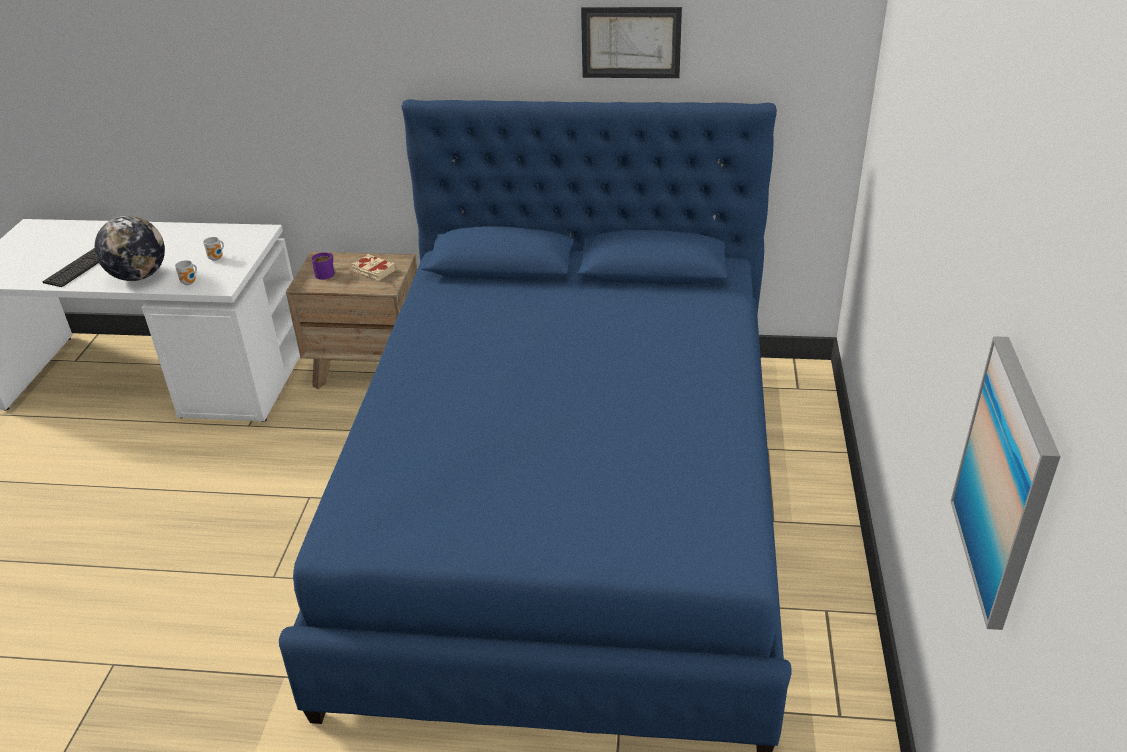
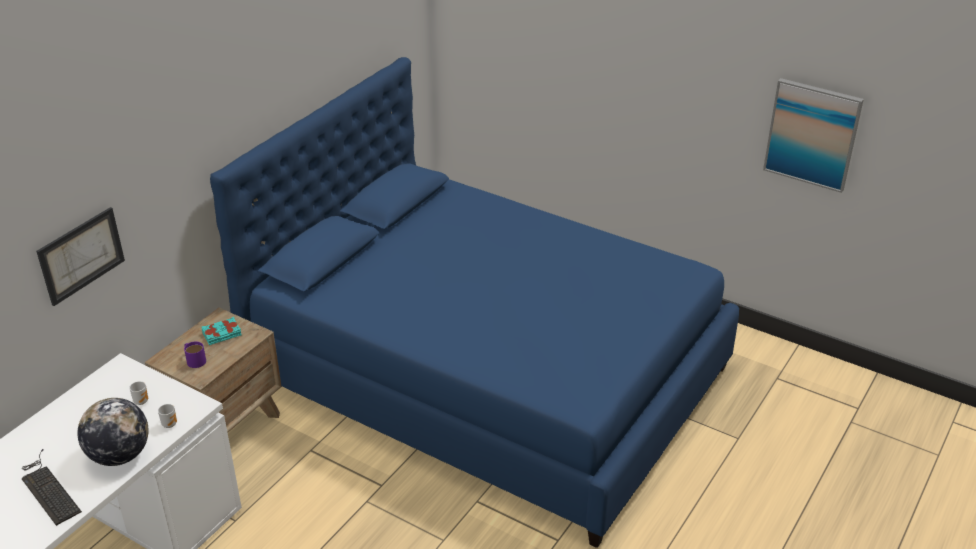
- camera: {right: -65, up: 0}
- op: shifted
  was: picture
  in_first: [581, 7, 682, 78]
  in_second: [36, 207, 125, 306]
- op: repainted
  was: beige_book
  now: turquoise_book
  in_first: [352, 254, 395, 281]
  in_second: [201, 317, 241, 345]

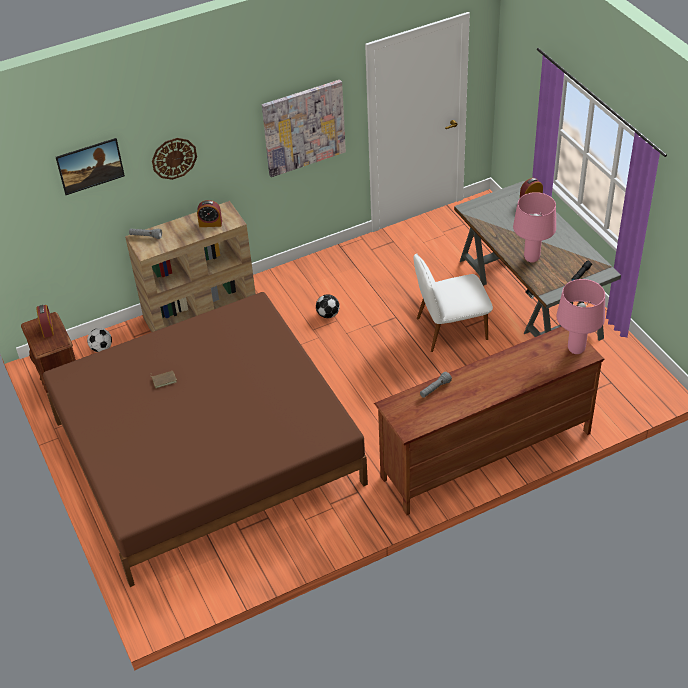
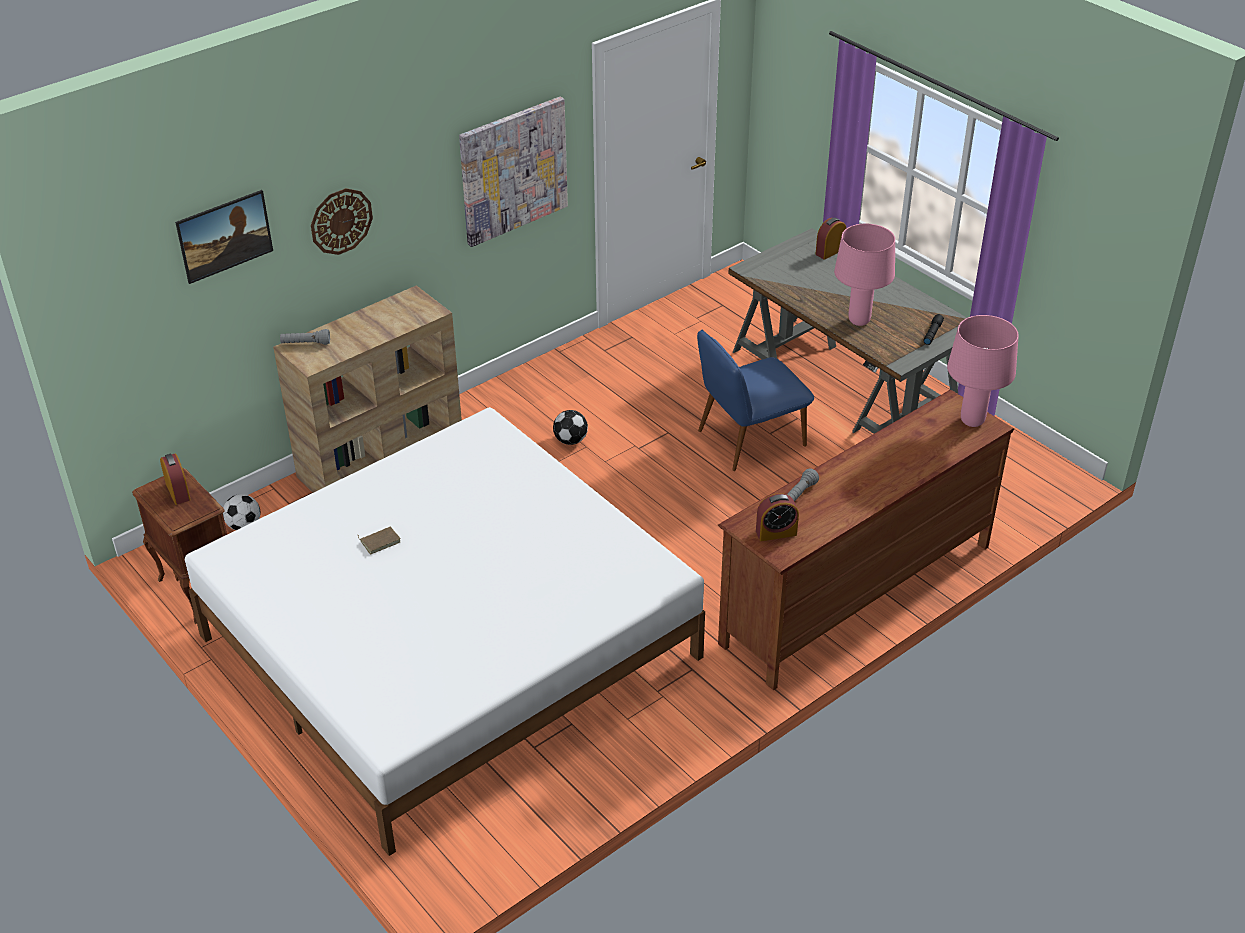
- camera: {right: -15, up: -5}
- op: shifted
  was: alarm_clock
  in_first: [197, 200, 222, 227]
  in_second: [756, 493, 799, 541]
- op: repainted
  was: white_chair
  now: blue_chair
  in_first: [413, 253, 493, 352]
  in_second: [697, 330, 814, 471]
- op: repainted
  was: brown_bed
  now: white_bed
  in_first: [43, 292, 368, 587]
  in_second: [185, 407, 705, 856]

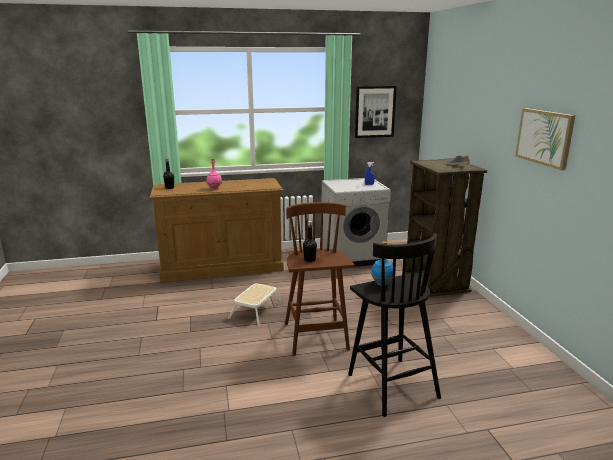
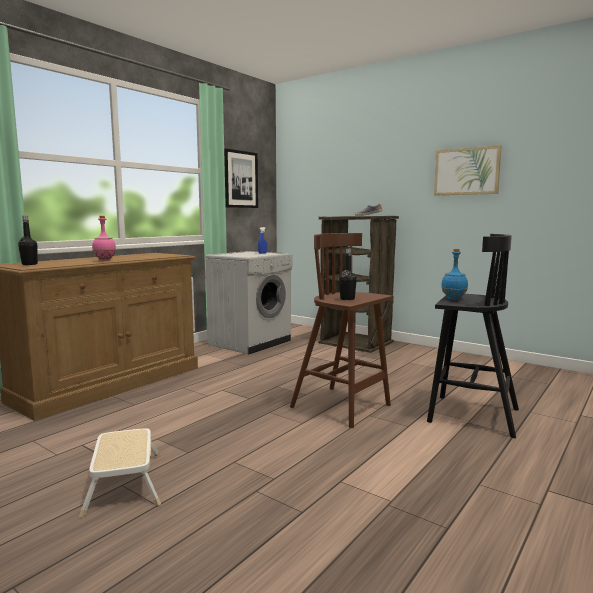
- camera: {right: -40, up: -10}
- op: shifted
  was: beige_step_ladder
  in_first: [228, 283, 283, 326]
  in_second: [79, 428, 161, 518]

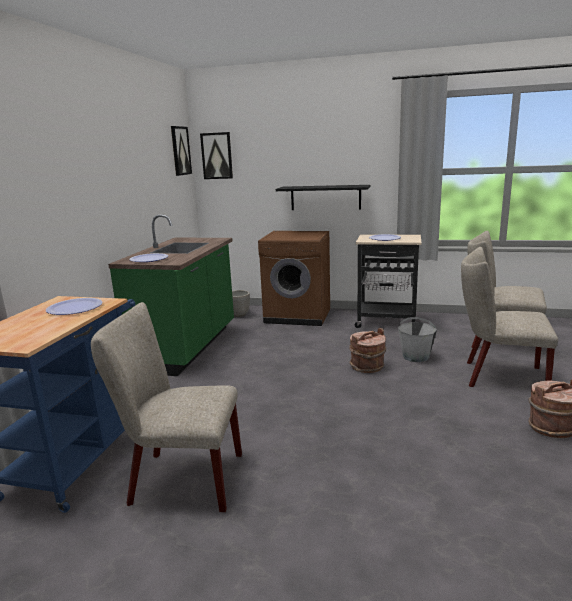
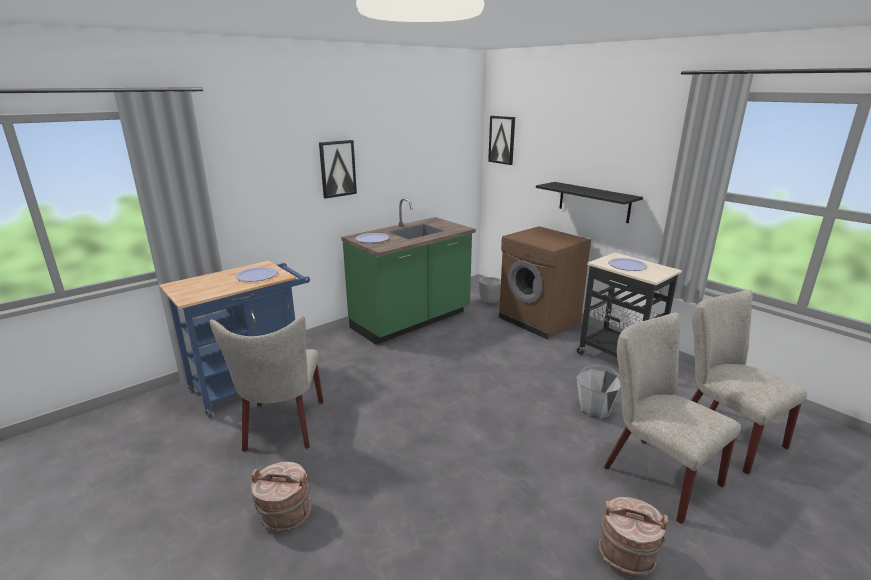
- camera: {right: 35, up: 5}
- op: shifted
  was: picture
  in_first: [171, 126, 192, 176]
  in_second: [319, 140, 357, 199]
- op: rotated
  was: beige_chair
  in_first: [91, 302, 242, 512]
  in_second: [210, 316, 323, 452]
  clockwise: -135
- op: shifted
  was: brown_bucket
  in_first: [349, 328, 386, 373]
  in_second: [251, 461, 311, 532]

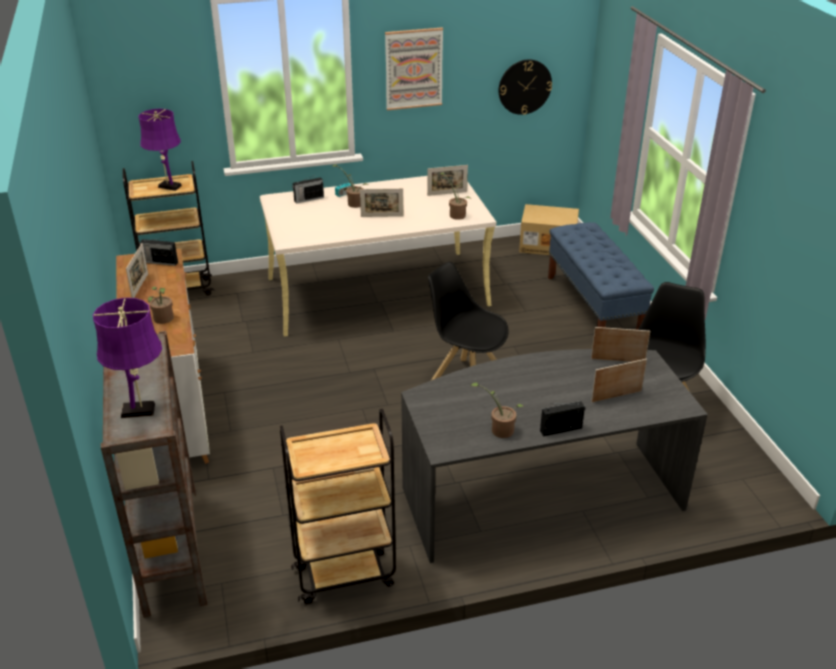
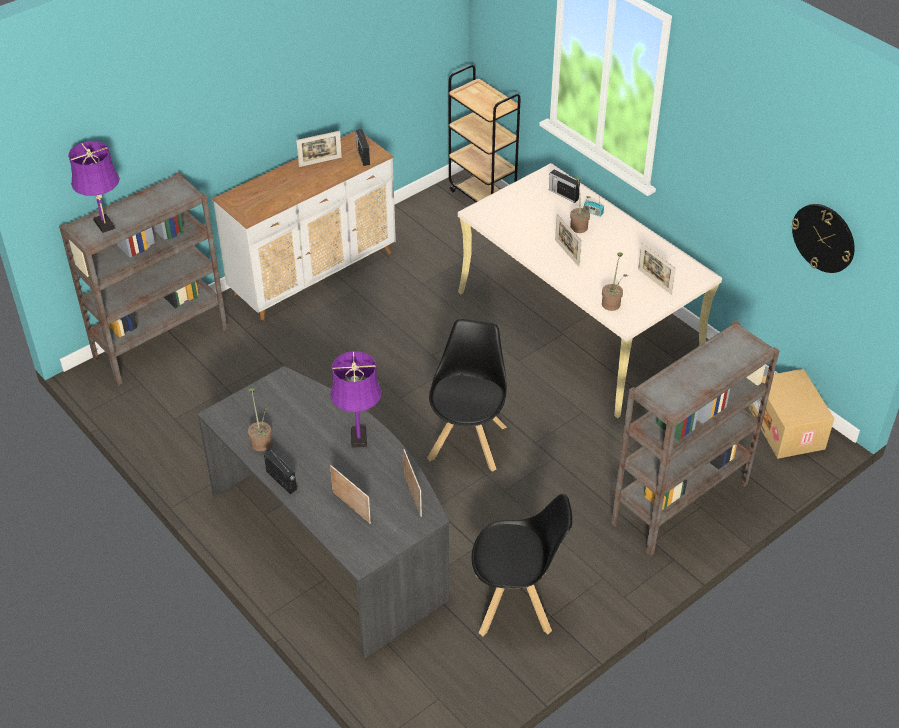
- camera: {right: 65, up: 10}
- op: gone
  was: picture
  in_first: [385, 27, 443, 110]
- op: shifted
  was: purple_table_lamp
  in_first: [139, 109, 182, 191]
  in_second: [330, 351, 382, 448]
- op: swapped
  was: blue_bench
  now: grey_bookcase
  in_first: [548, 222, 654, 330]
  in_second: [611, 320, 780, 556]
- op: gone
  was: potted_plant
  in_first: [148, 287, 174, 324]
- op: gone
  was: brown_cart
  in_first: [280, 409, 396, 604]

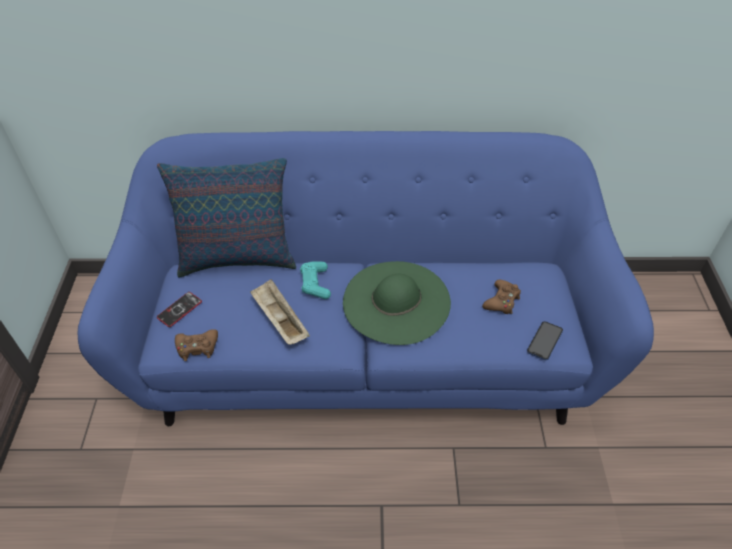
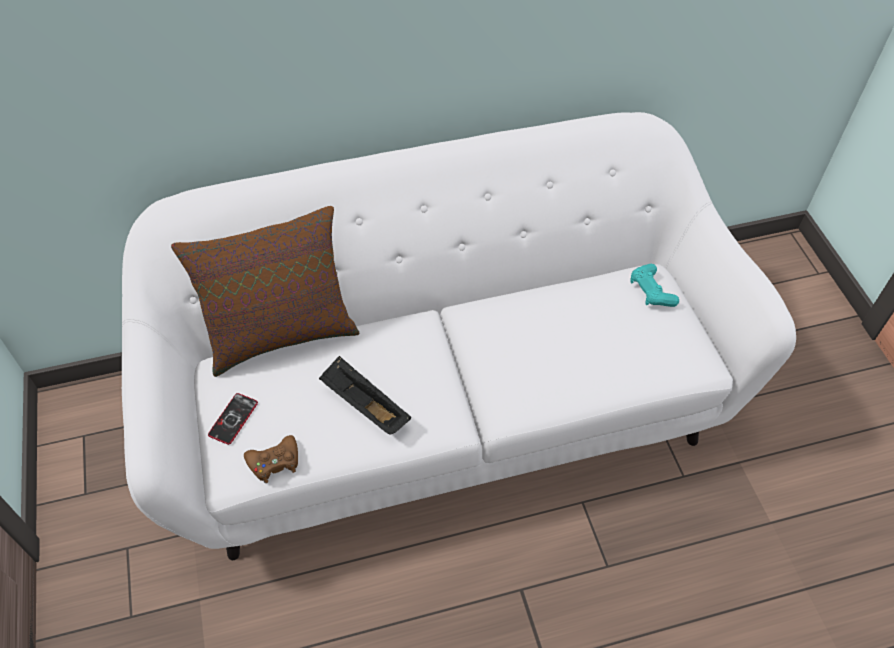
- camera: {right: -15, up: 5}
- op: repainted
  was: blue_sofa
  now: white_sofa
  in_first: [78, 131, 654, 426]
  in_second: [122, 112, 796, 560]
- op: repainted
  was: blue_pillow
  now: brown_pillow
  in_first: [157, 158, 296, 277]
  in_second: [171, 206, 359, 377]
- op: gone
  was: green_hat
  in_first: [343, 261, 451, 345]
- op: shifted
  was: turquoise_game_controller
  in_first: [300, 262, 331, 299]
  in_second: [631, 264, 679, 307]
- op: repainted
  was: beige_tray
  now: black_tray
  in_first: [250, 279, 310, 345]
  in_second: [319, 356, 411, 434]
- op: gone
  was: brown_game_controller
  in_first: [482, 280, 521, 314]
- op: gone
  was: phone
  in_first: [527, 321, 563, 360]

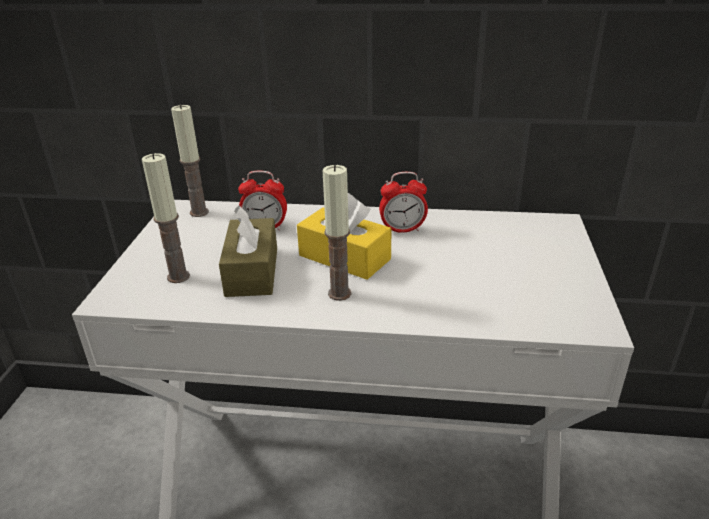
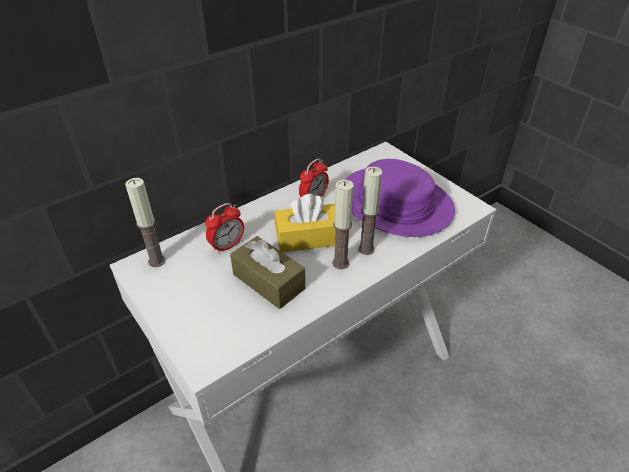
- camera: {right: -45, up: 10}
- op: shifted
  was: candle
  in_first: [142, 153, 190, 283]
  in_second: [358, 167, 382, 255]
- op: new
  now: purple_hat
  in_second: [344, 159, 455, 237]

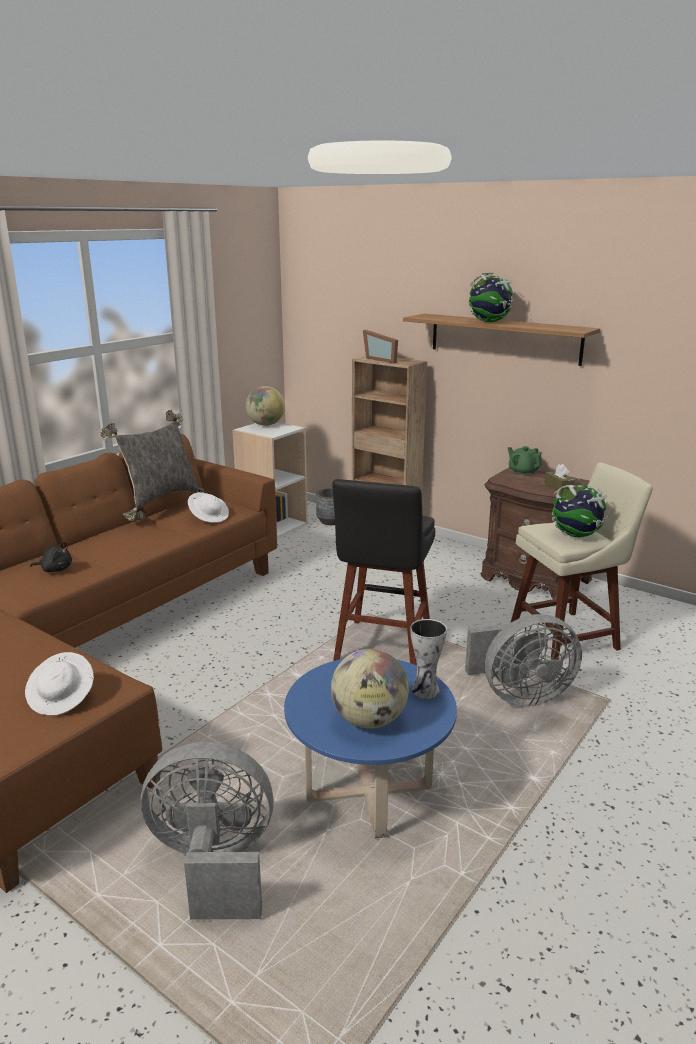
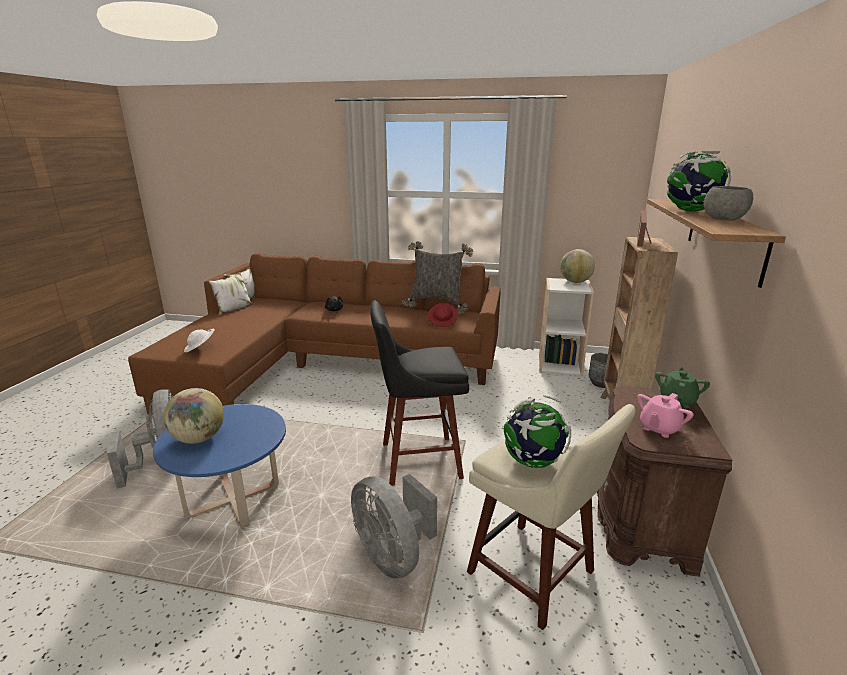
- camera: {right: 65, up: 0}
- op: swapped
  was: brown_tissue_box
  now: pink_teapot
  in_first: [544, 464, 575, 493]
  in_second: [637, 393, 694, 438]
- op: repainted
  was: white_hat
  now: red_hat
  in_first: [188, 492, 229, 523]
  in_second: [427, 303, 459, 327]
- op: gone
  was: vase
  in_first: [410, 619, 447, 699]
- op: new
  now: grey_bowl
  in_second: [704, 186, 753, 221]

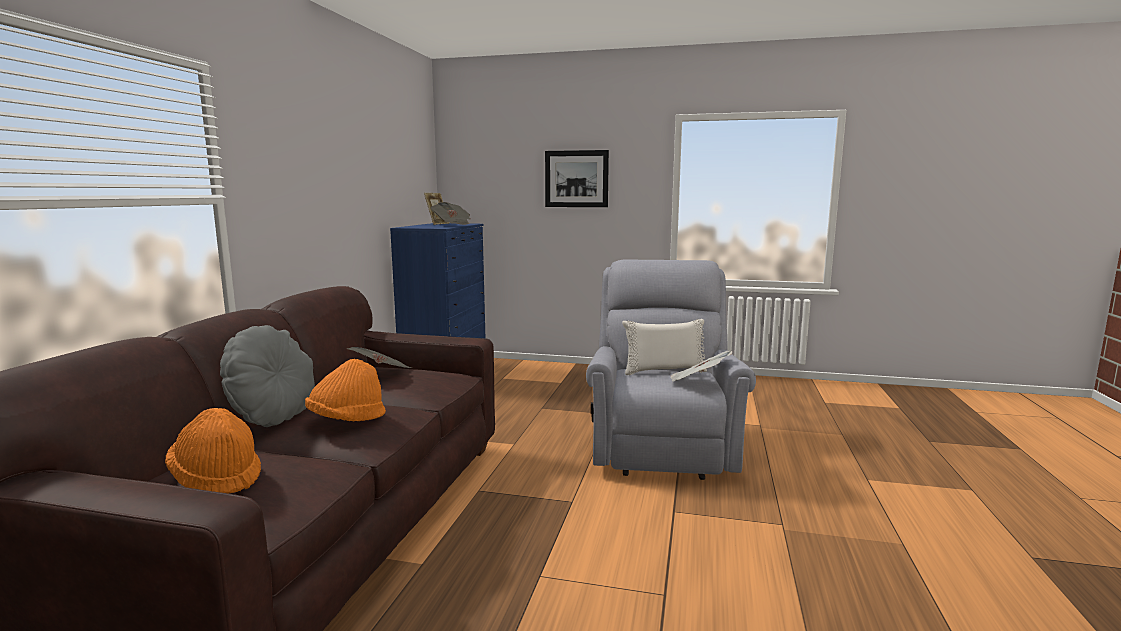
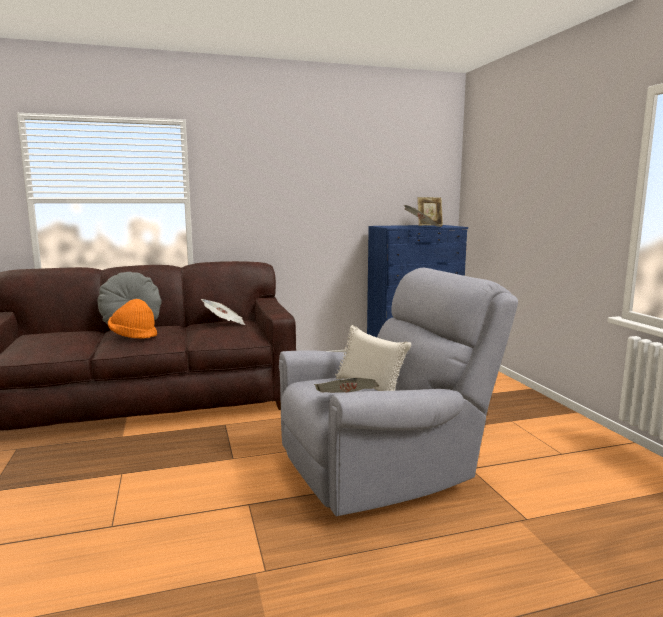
- camera: {right: 60, up: 0}
- op: gone
  was: picture
  in_first: [545, 150, 609, 207]
- op: gone
  was: orange_hat
  in_first: [165, 408, 261, 494]

